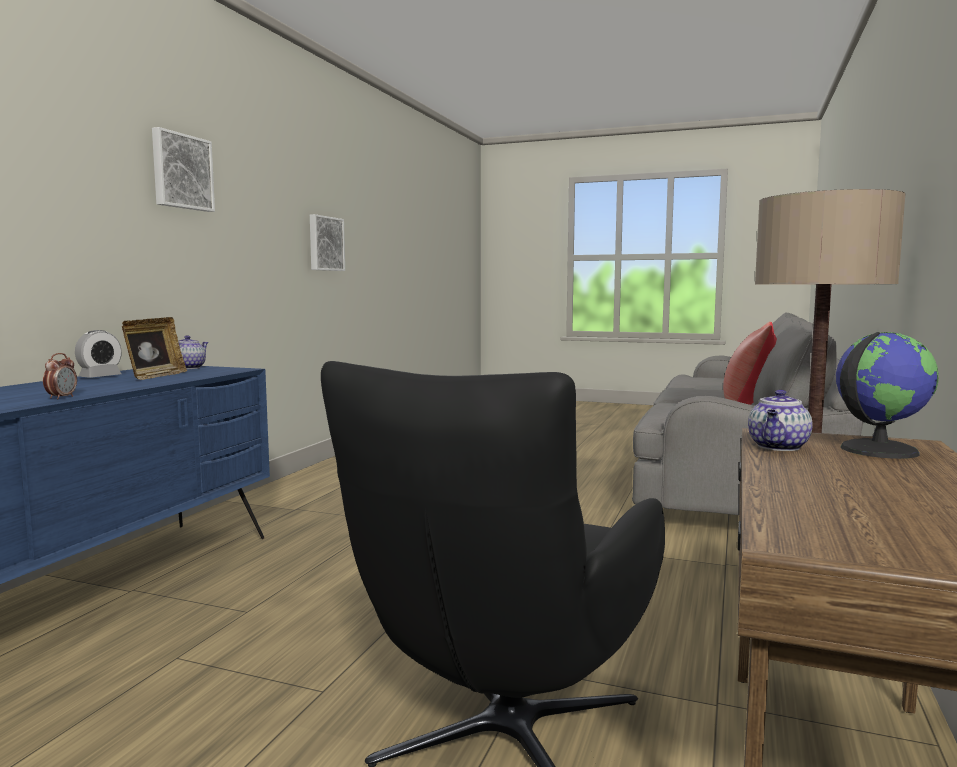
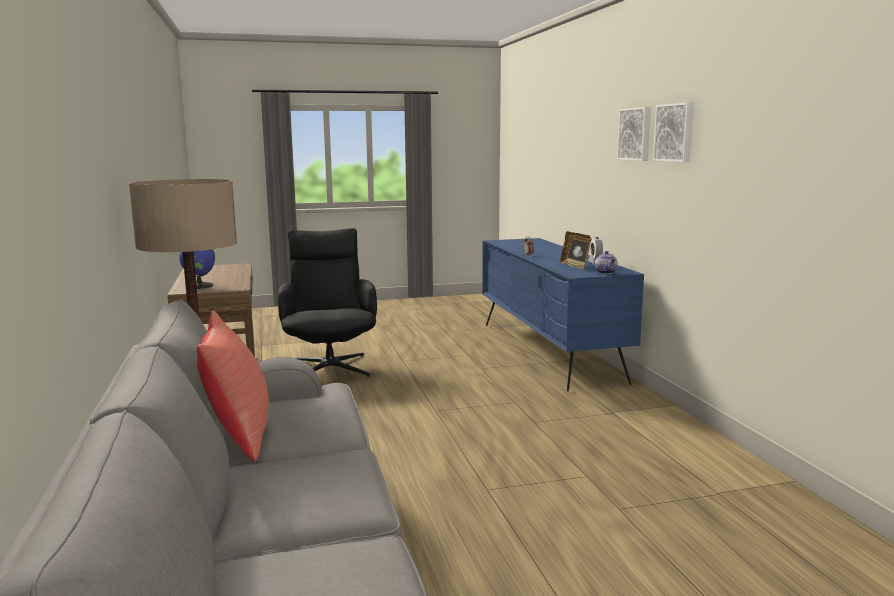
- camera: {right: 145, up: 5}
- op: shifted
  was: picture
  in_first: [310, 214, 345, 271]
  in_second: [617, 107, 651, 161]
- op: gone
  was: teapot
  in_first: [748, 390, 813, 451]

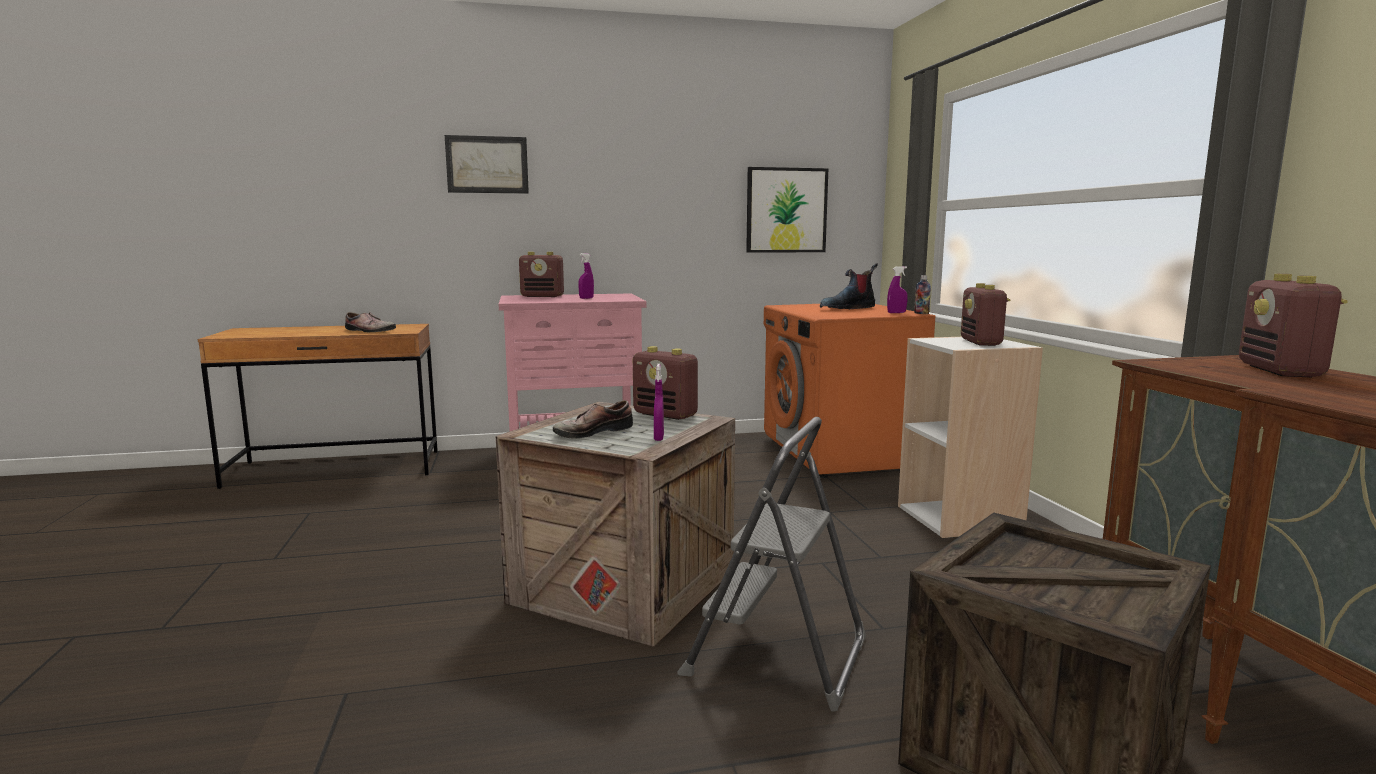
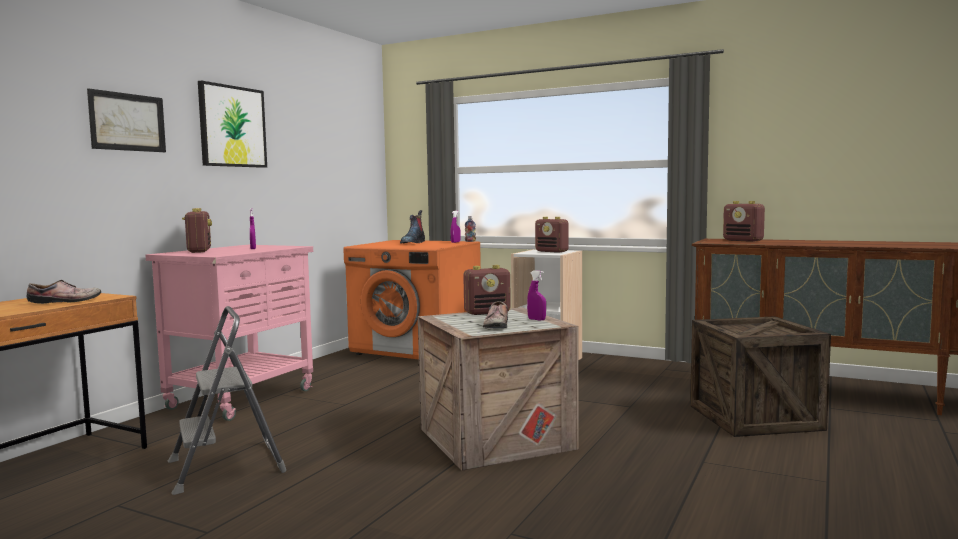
- camera: {right: -50, up: -5}
- op: shifted
  was: picture
  in_first: [746, 167, 828, 253]
  in_second: [198, 80, 267, 168]
- op: rotated
  was: radio
  in_first: [519, 252, 564, 297]
  in_second: [182, 208, 212, 253]
  clockwise: -60
- op: shifted
  was: grey_step_ladder
  in_first: [677, 417, 866, 712]
  in_second: [167, 306, 286, 495]

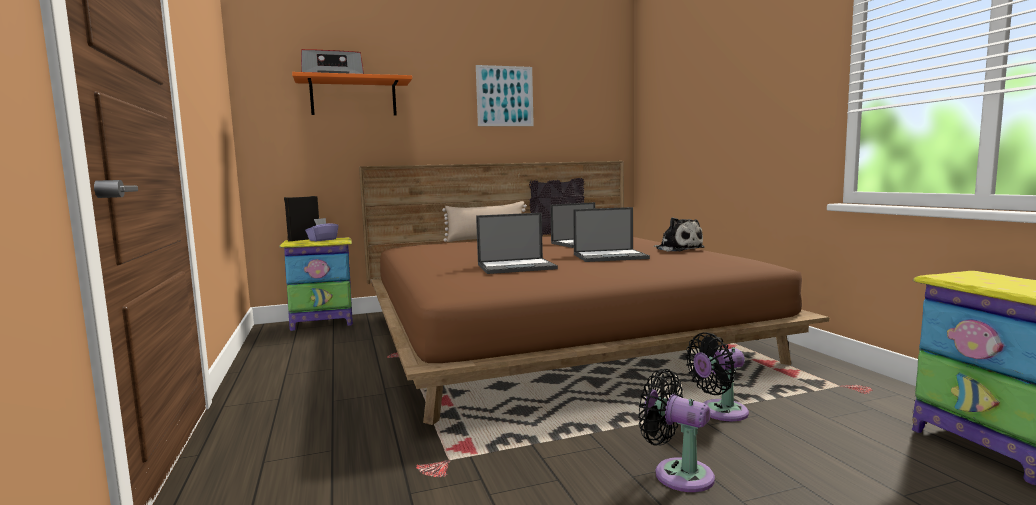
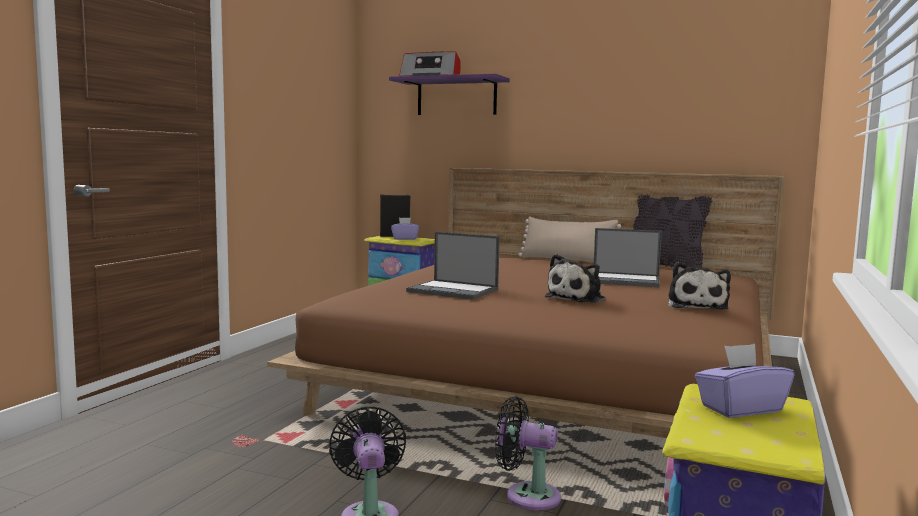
- camera: {right: 40, up: 0}
- op: gone
  was: picture
  in_first: [476, 65, 534, 126]
- op: repainted
  was: orange_shelf
  now: purple_shelf
  in_first: [292, 72, 412, 115]
  in_second: [389, 74, 510, 115]
- op: swapped
  was: laptop
  now: plush_toy
  in_first: [573, 207, 650, 262]
  in_second: [545, 254, 605, 303]
- op: new
  now: purple_tissue_box
  in_second: [695, 344, 795, 418]

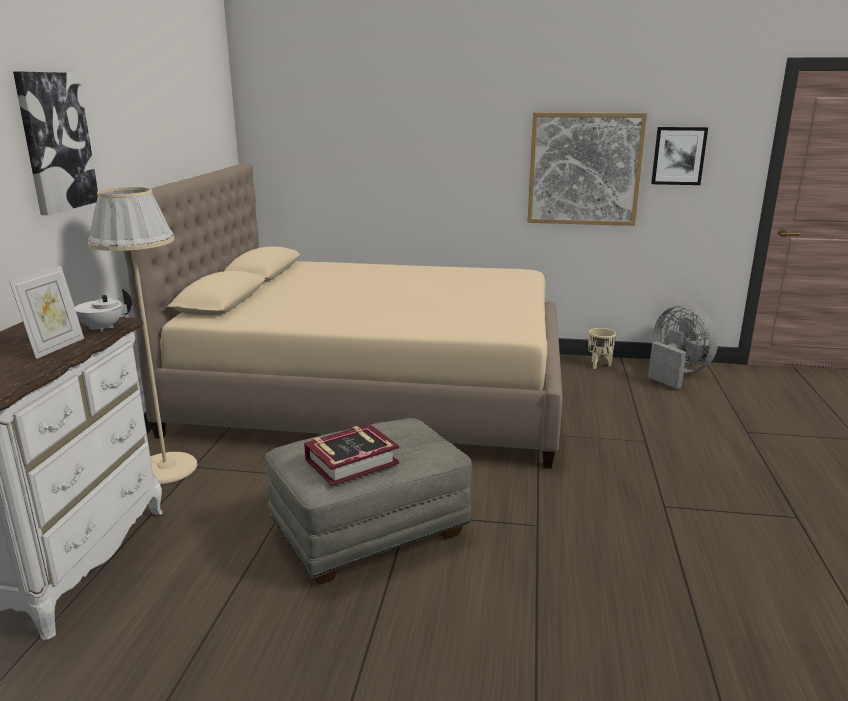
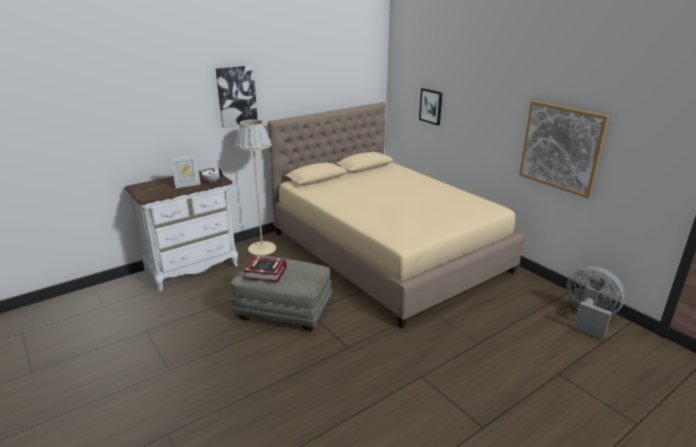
- camera: {right: 45, up: 5}
- op: shifted
  was: picture
  in_first: [651, 127, 708, 185]
  in_second: [419, 88, 442, 125]
- op: rotated
  was: grey_fan
  in_first: [648, 305, 718, 389]
  in_second: [566, 266, 625, 339]
  clockwise: -60
- op: gone
  was: beige_planter
  in_first: [588, 328, 616, 369]

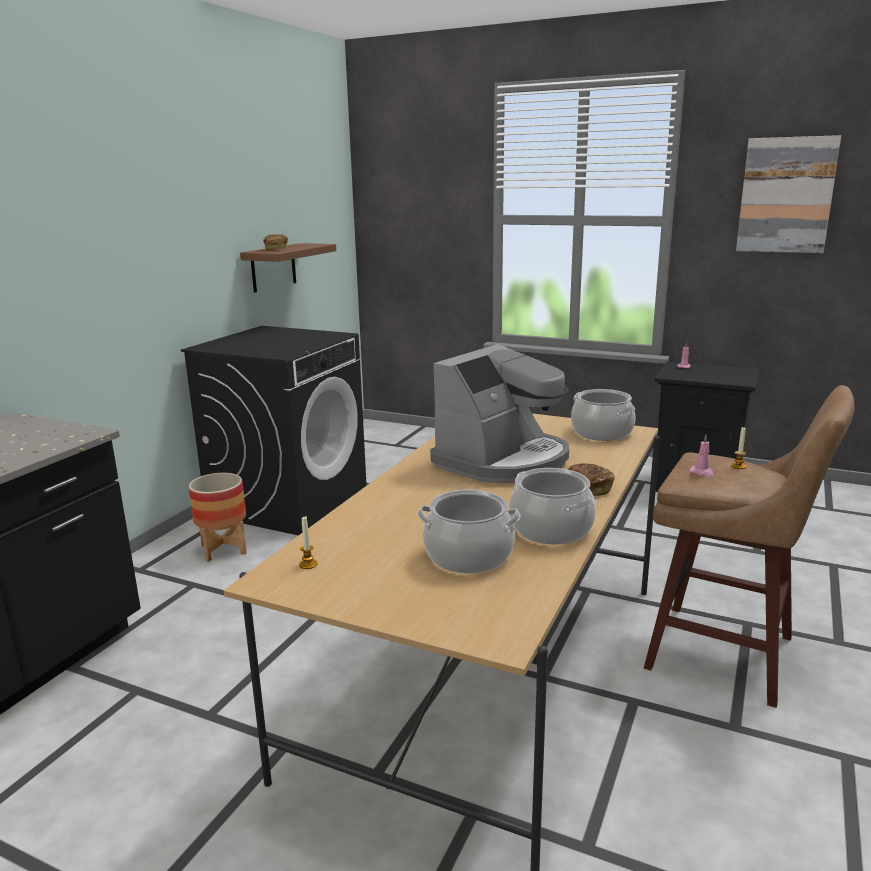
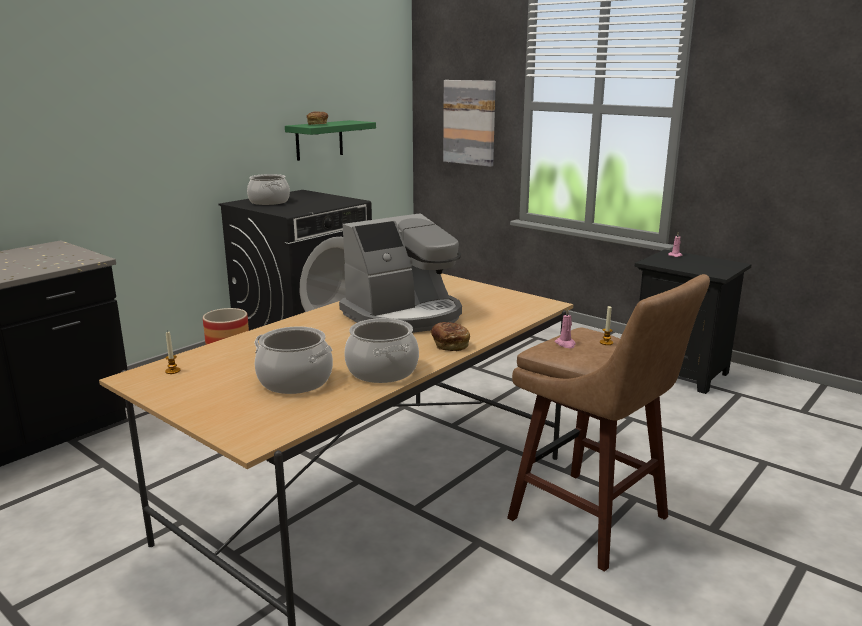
- camera: {right: 15, up: 0}
- op: shifted
  was: picture
  in_first: [736, 135, 841, 253]
  in_second: [443, 80, 496, 167]
- op: repainted
  was: brown_shelf
  now: green_shelf
  in_first: [240, 243, 336, 293]
  in_second: [285, 120, 376, 161]
- op: shifted
  was: cooking_pot
  in_first: [571, 389, 636, 441]
  in_second: [247, 174, 290, 205]

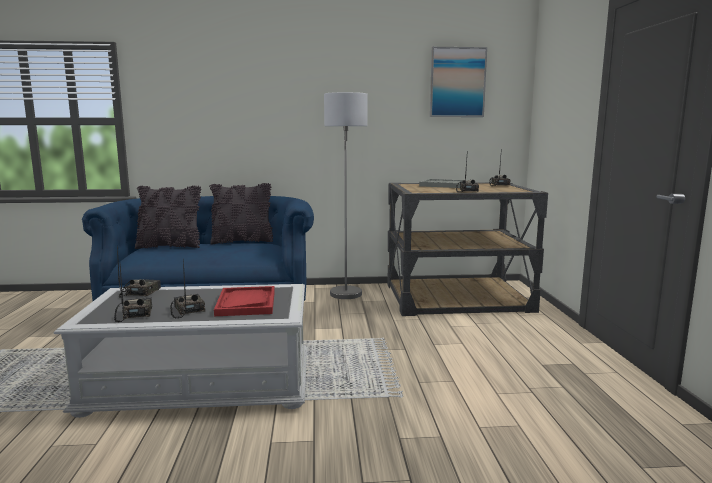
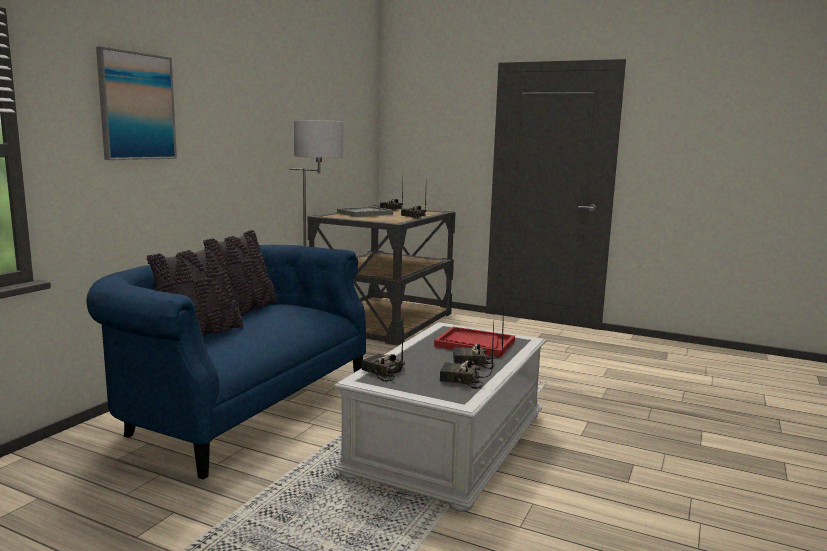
- camera: {right: -60, up: 0}
- op: shifted
  was: picture
  in_first: [430, 47, 487, 117]
  in_second: [96, 46, 177, 160]

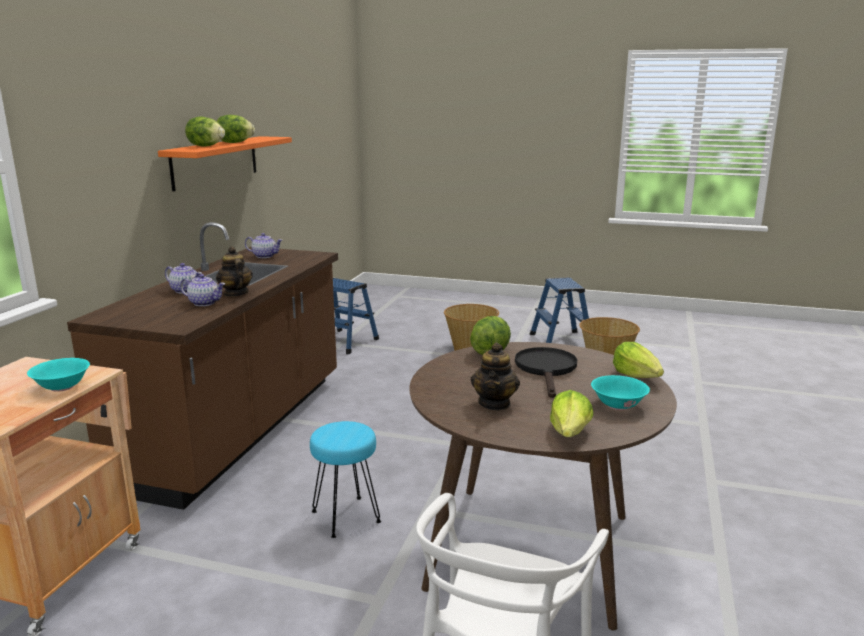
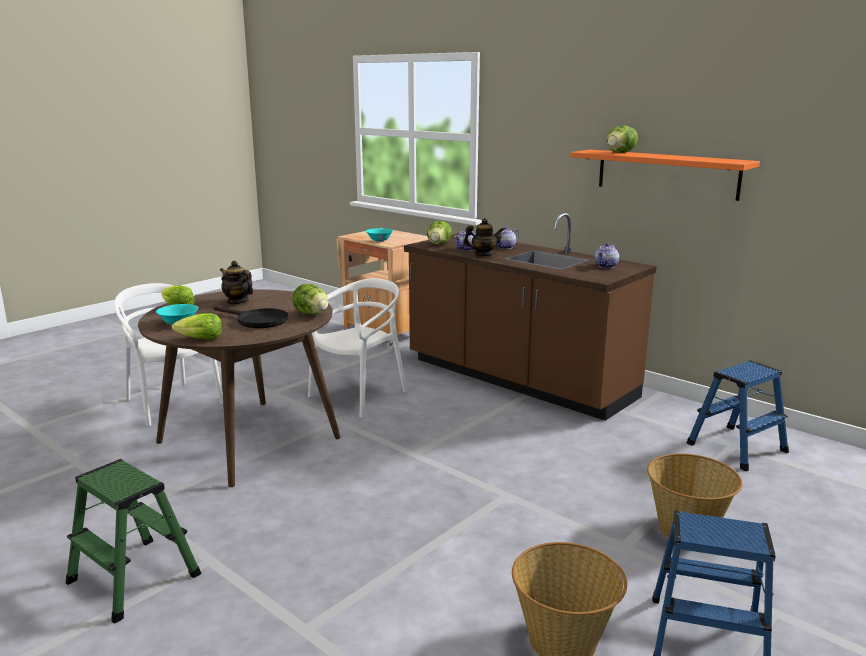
- camera: {right: 115, up: 0}
- op: shifted
  was: lettuce
  in_first: [217, 115, 255, 143]
  in_second: [427, 220, 452, 245]
- op: swapped
  was: turquoise_stool
  now: white_chair
  in_first: [310, 421, 381, 538]
  in_second: [308, 278, 407, 418]
- op: new
  now: green_step_ladder
  in_second: [66, 459, 201, 623]

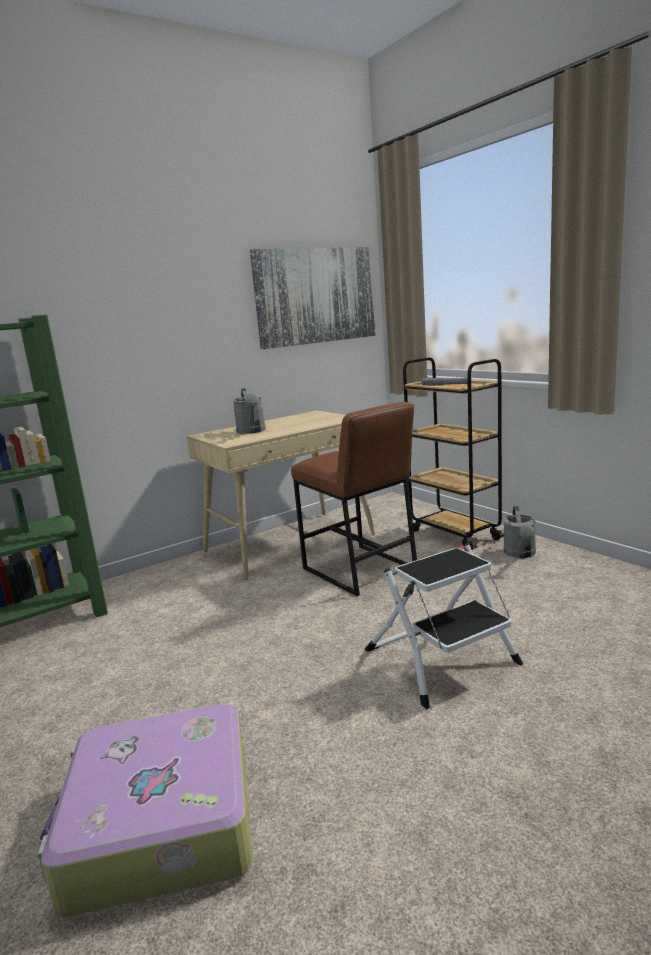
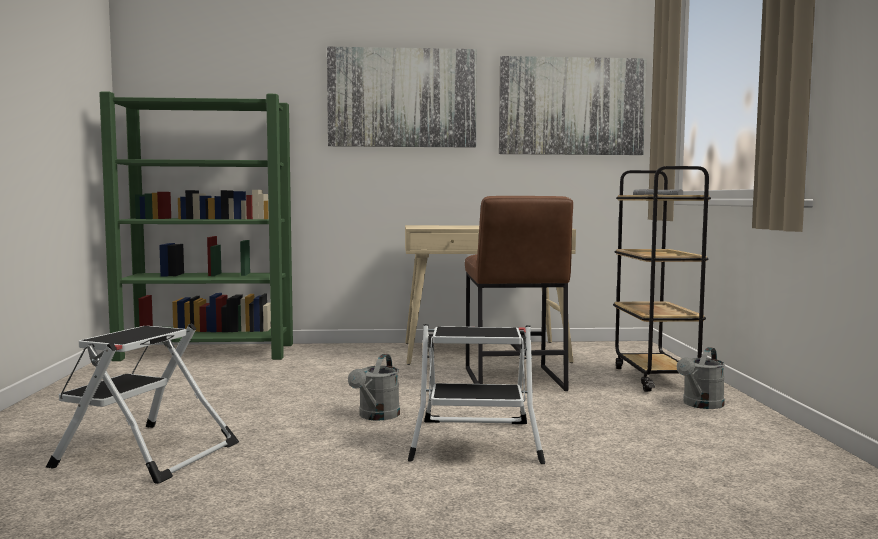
- camera: {right: 30, up: -10}
- op: shifted
  was: grey_watering_can
  in_first: [233, 388, 266, 434]
  in_second: [348, 354, 400, 421]
- op: swapped
  was: suitcase
  now: step_ladder
  in_first: [38, 704, 252, 917]
  in_second: [46, 324, 239, 484]
- op: new
  now: picture
  in_second: [327, 47, 477, 148]

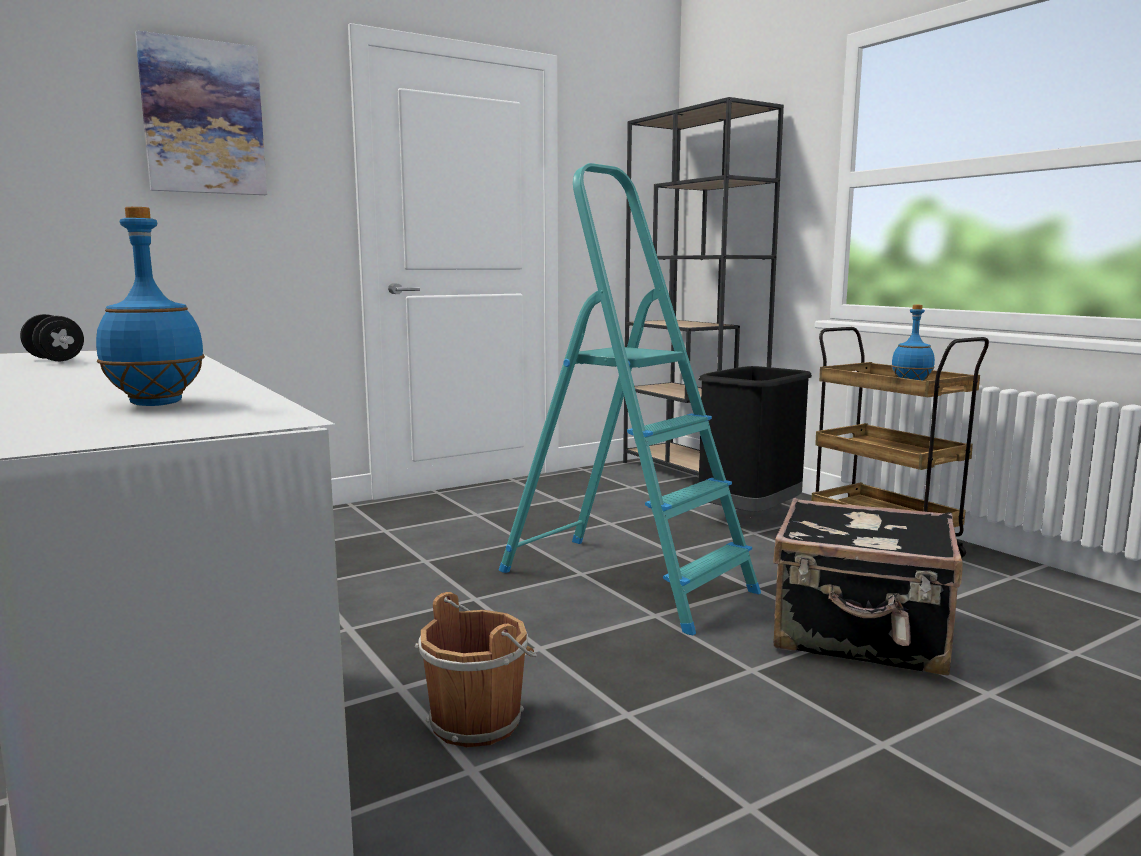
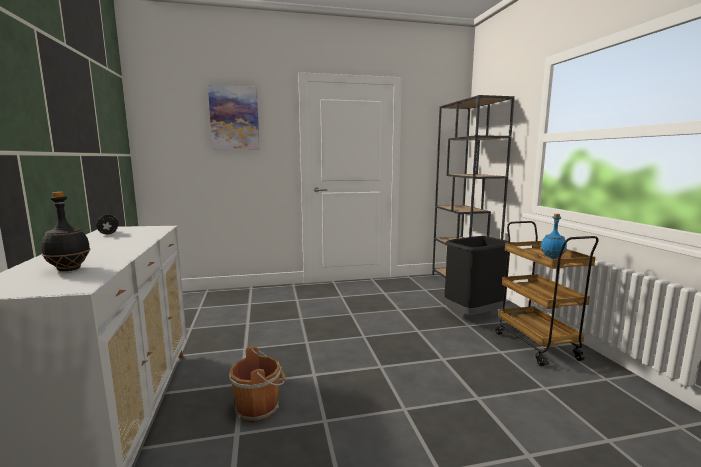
- camera: {right: 20, up: 0}
- op: gone
  was: turquoise_step_ladder
  in_first: [499, 163, 761, 635]
- op: repainted
  was: blue_bottle
  now: black_bottle
  in_first: [96, 207, 205, 406]
  in_second: [41, 192, 90, 271]
- op: gone
  was: black_suitcase
  in_first: [773, 498, 963, 675]

